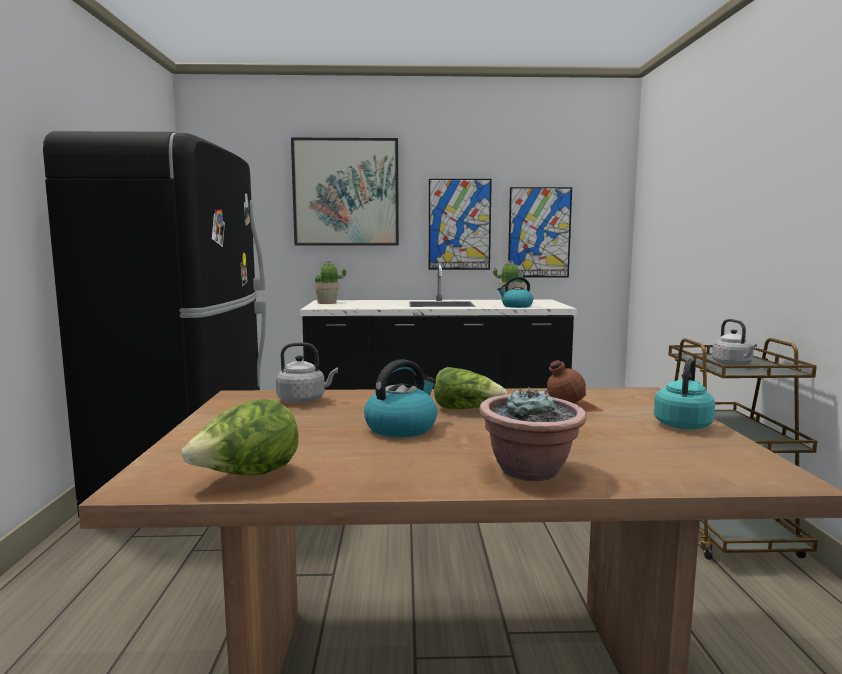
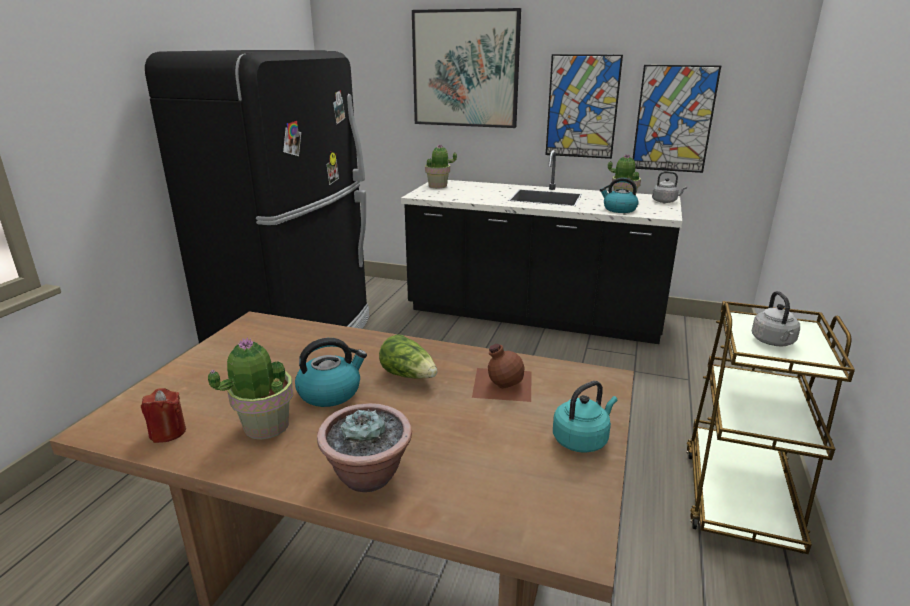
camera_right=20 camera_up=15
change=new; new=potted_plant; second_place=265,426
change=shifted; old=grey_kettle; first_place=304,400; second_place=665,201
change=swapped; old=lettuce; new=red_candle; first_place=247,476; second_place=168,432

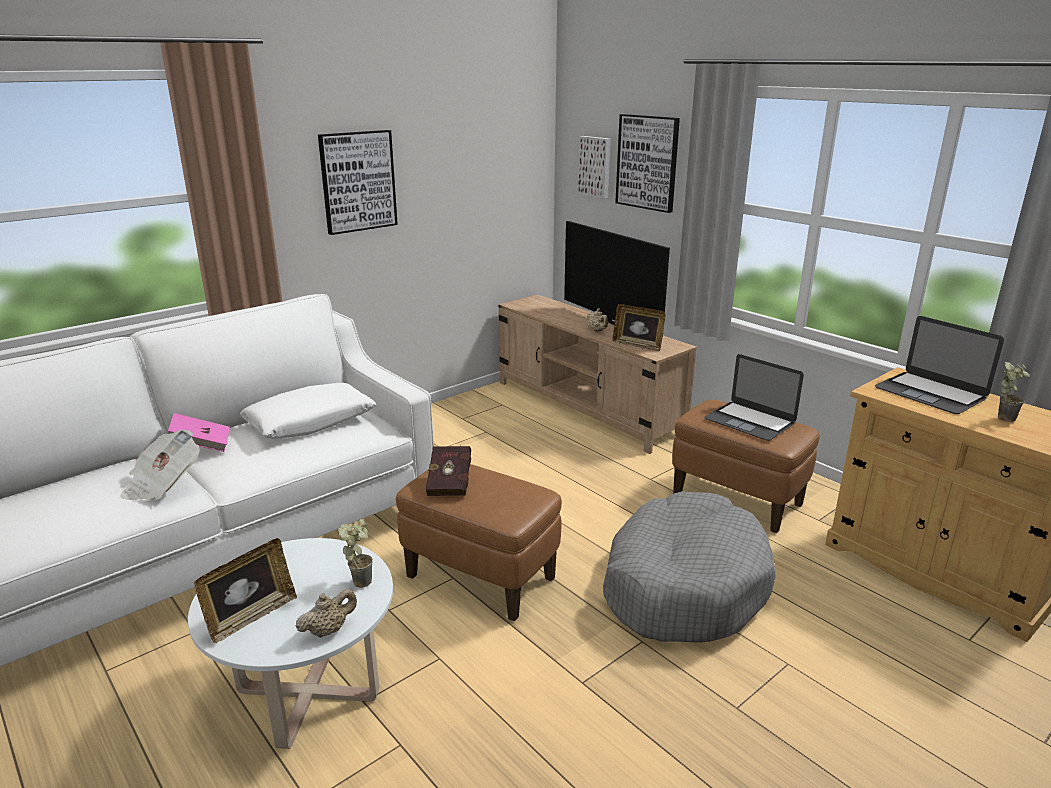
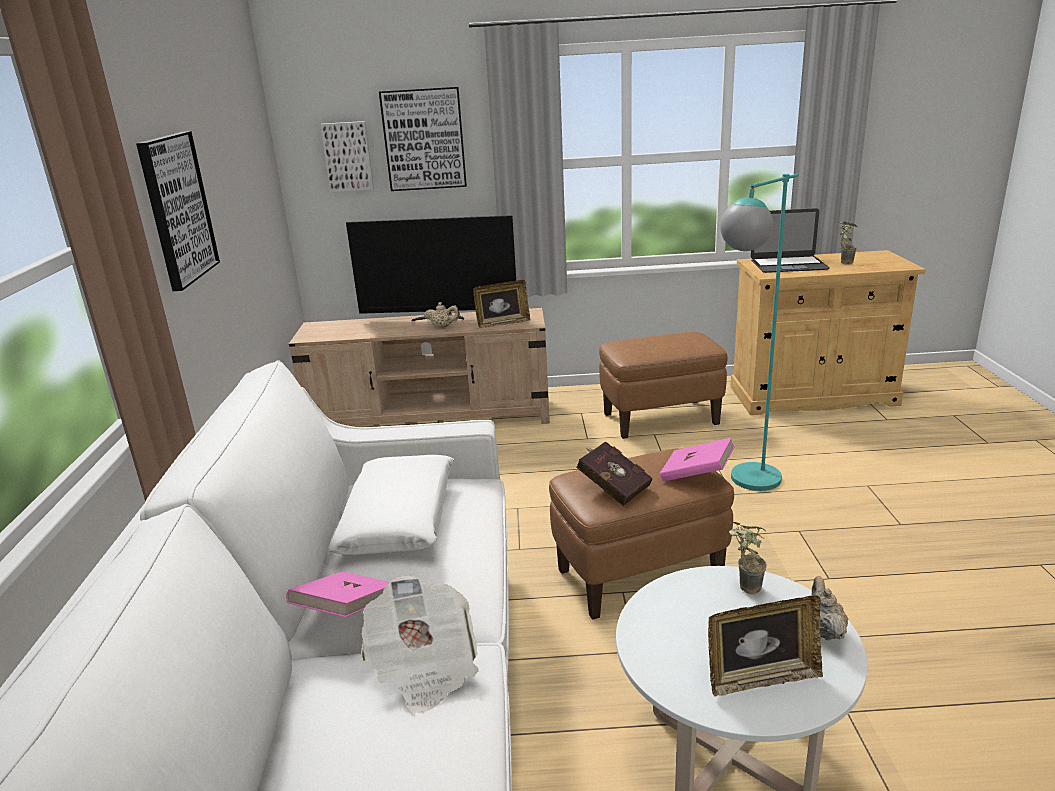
camera_right=-50 camera_up=0
change=gone; old=laptop; first_place=749,421
change=new; new=pink_book; second_place=696,475
change=swapped; old=grey_dog_bed; new=turquoise_floor_lamp; first_place=683,585; second_place=745,485
change=rotated; old=picture_frame; first_place=251,616; second_place=761,678; degrees=90

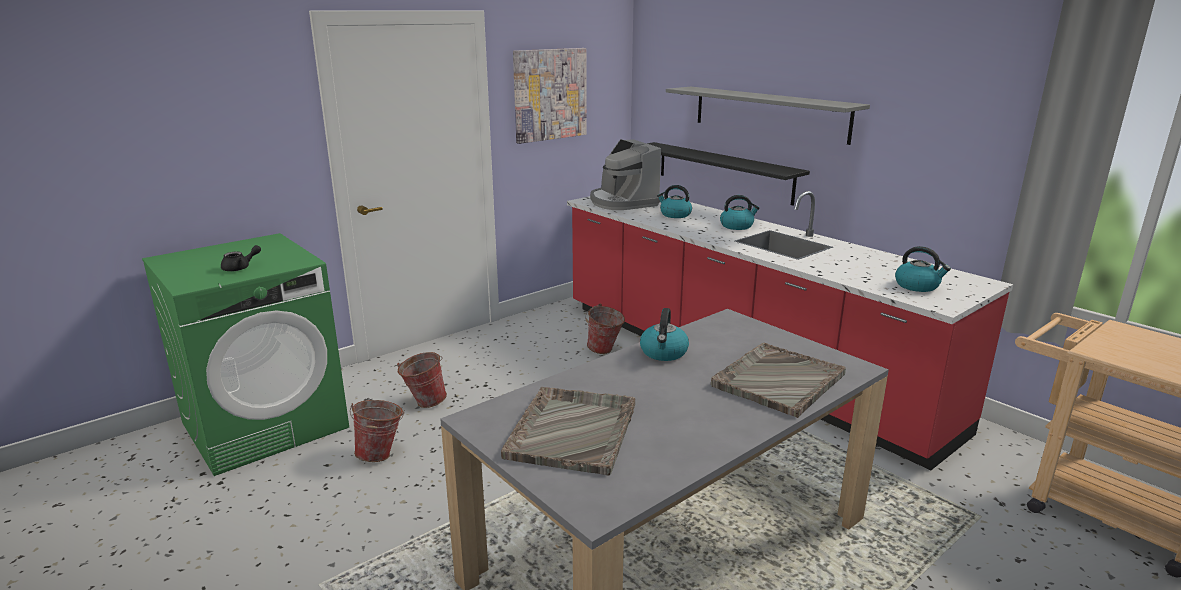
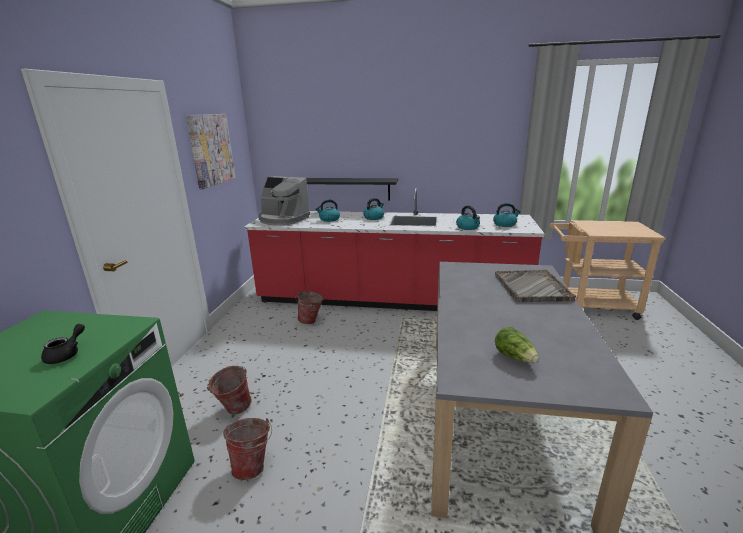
camera_right=-40 camera_up=0
change=gone; old=grey_shelf; first_place=769,113
change=shifted; old=kettle; first_place=664,353; second_place=468,227
change=swapped; old=grey_tray; new=lettuce; first_place=573,430; second_place=515,357

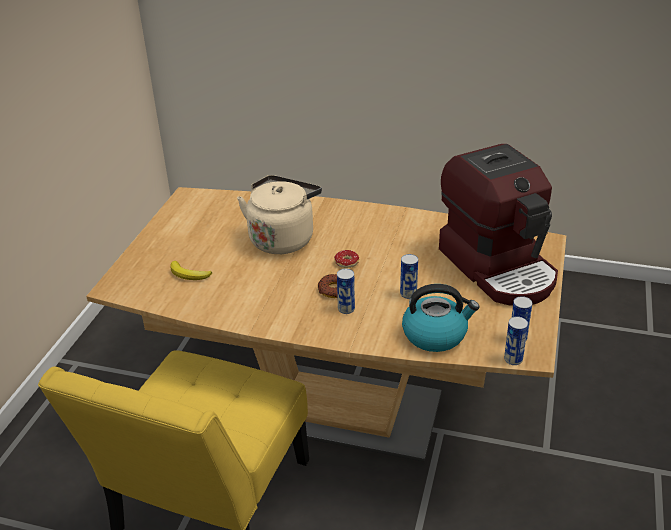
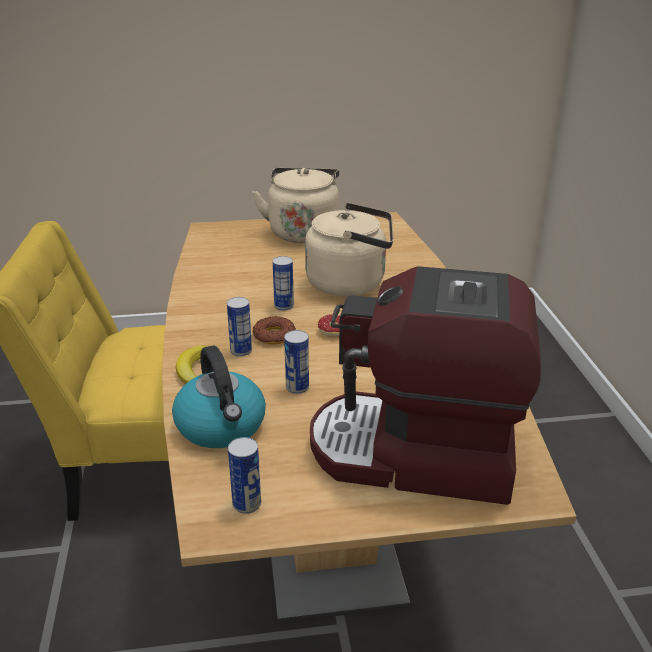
camera_right=65 camera_up=-5
change=new; new=beige_kettle; second_place=303,231
change=shifted; old=banana; first_place=189,274; second_place=193,370
change=shifted; old=can; first_place=513,359; second_place=283,306
change=rotated; old=coffee_machine; first_place=499,267; second_place=416,454; degrees=60

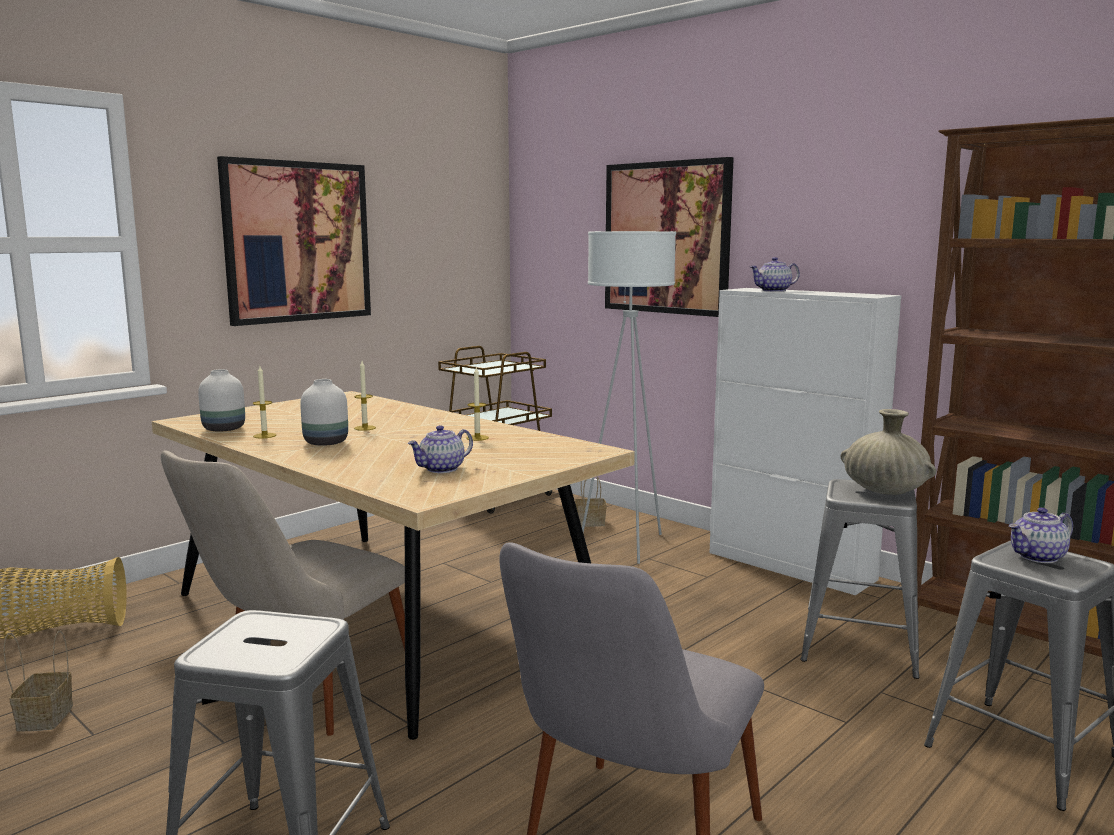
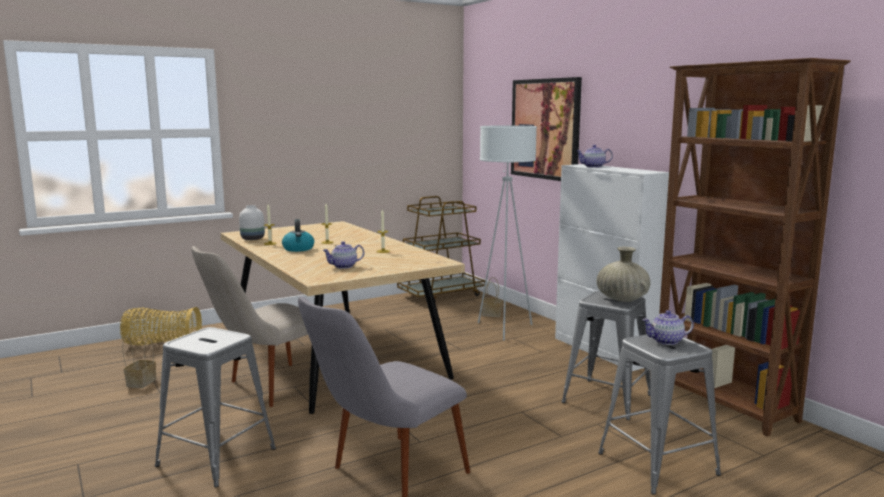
camera_right=15 camera_up=0
change=gone; old=picture; first_place=298,242
change=swapped; old=white_vase; new=kettle; first_place=326,442; second_place=298,249

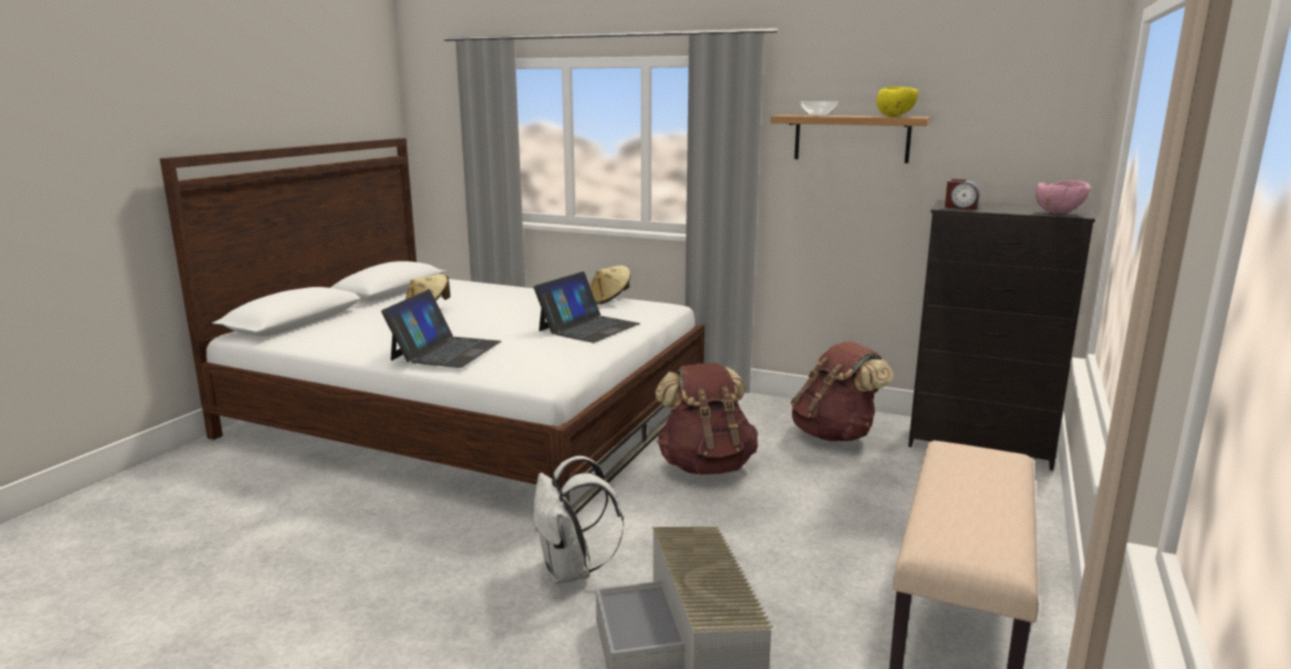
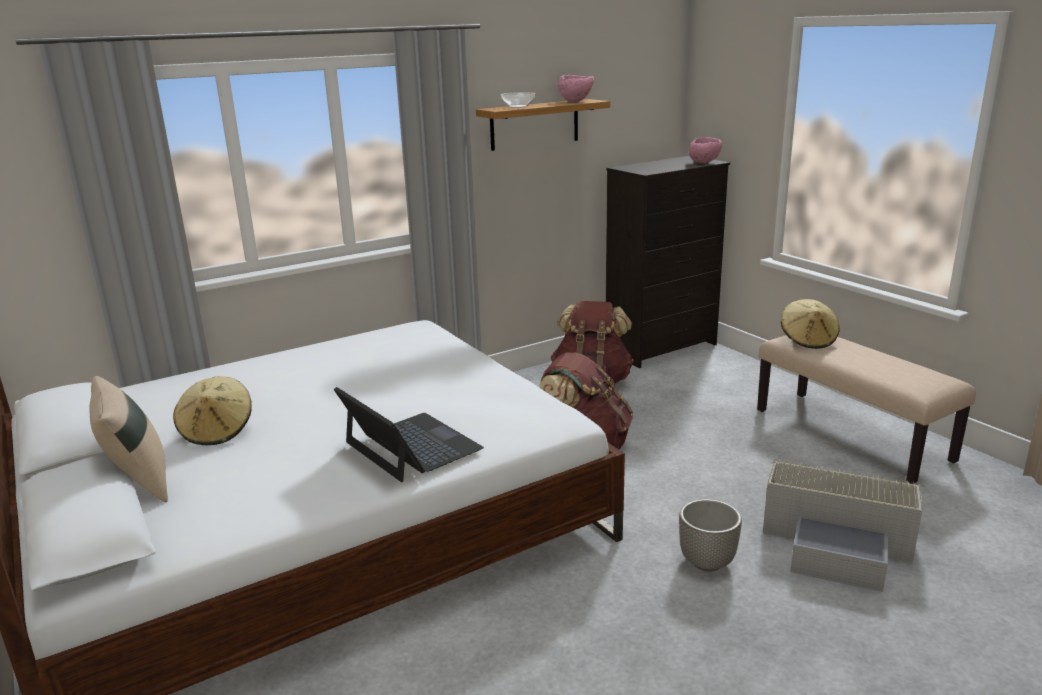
camera_right=-55 camera_up=5
change=gone; old=laptop; first_place=588,327
change=gone; old=alarm_clock; first_place=961,207
change=new; new=beige_pillow; second_place=138,483
change=shifted; old=beige_hat; first_place=609,300; second_place=808,340
change=swapped; old=white_backpack; new=planter; first_place=571,571; second_place=707,562
change=repainted; old=yellow_bowl; new=pink_bowl; first_place=895,116; second_place=576,101

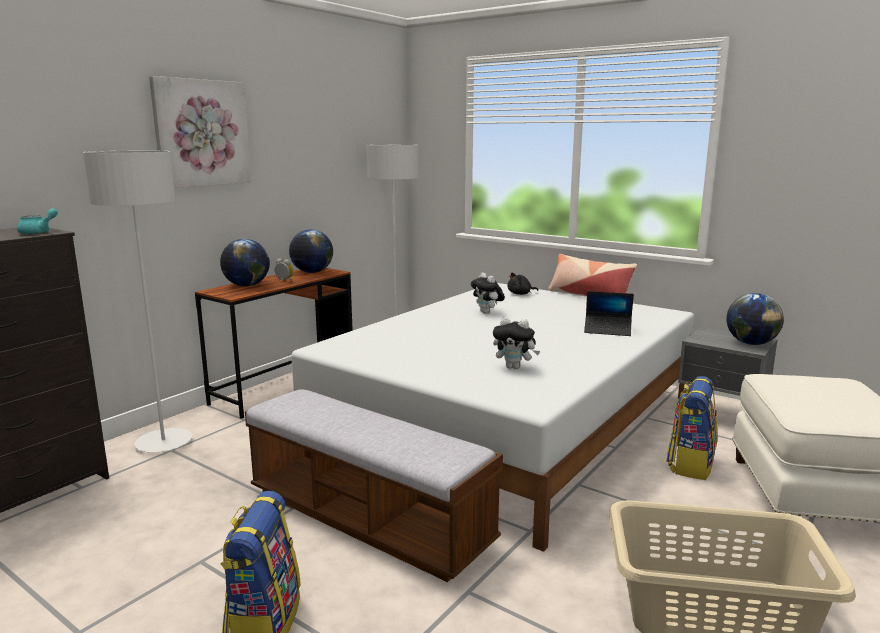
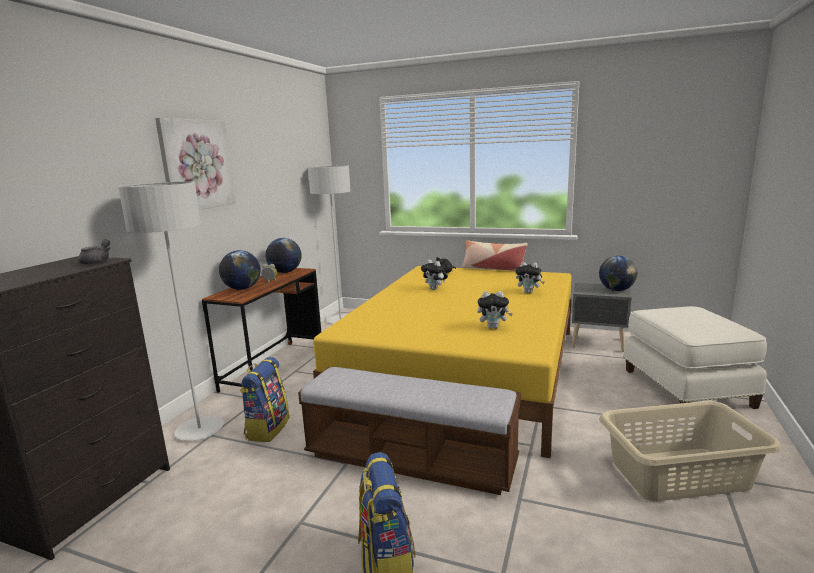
camera_right=-15 camera_up=0
change=shifted; old=backpack; first_place=690,464; second_place=267,428
change=swapped; old=laptop; new=plush_toy; first_place=607,330; second_place=529,292
change=repainted; old=turquoise_teapot; new=grey_teapot; first_place=39,232; second_place=97,261
change=repainted; old=white_bed; new=yellow_bed; first_place=509,422; second_place=464,369

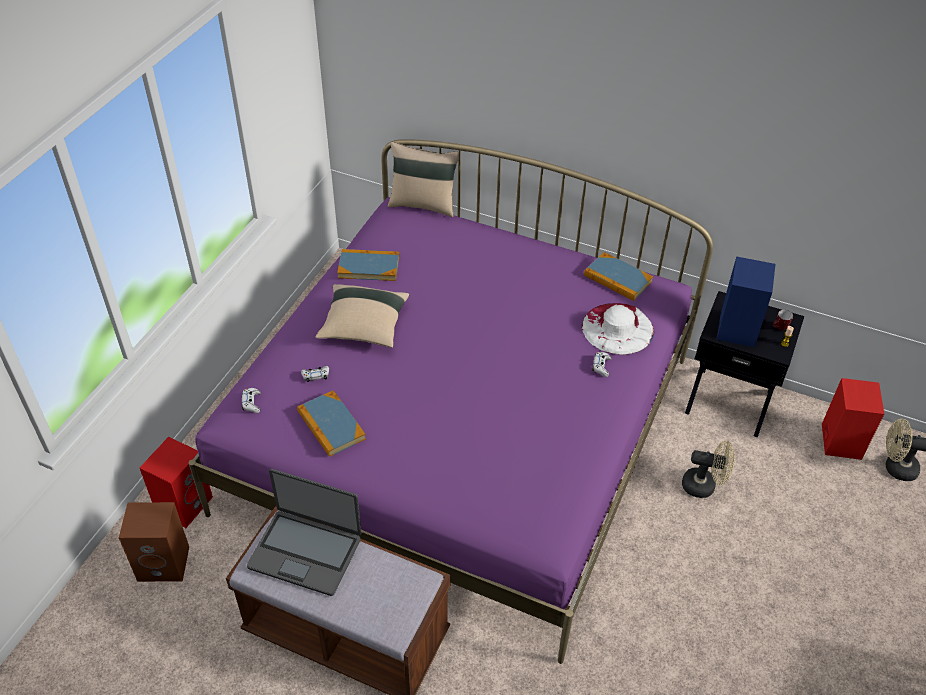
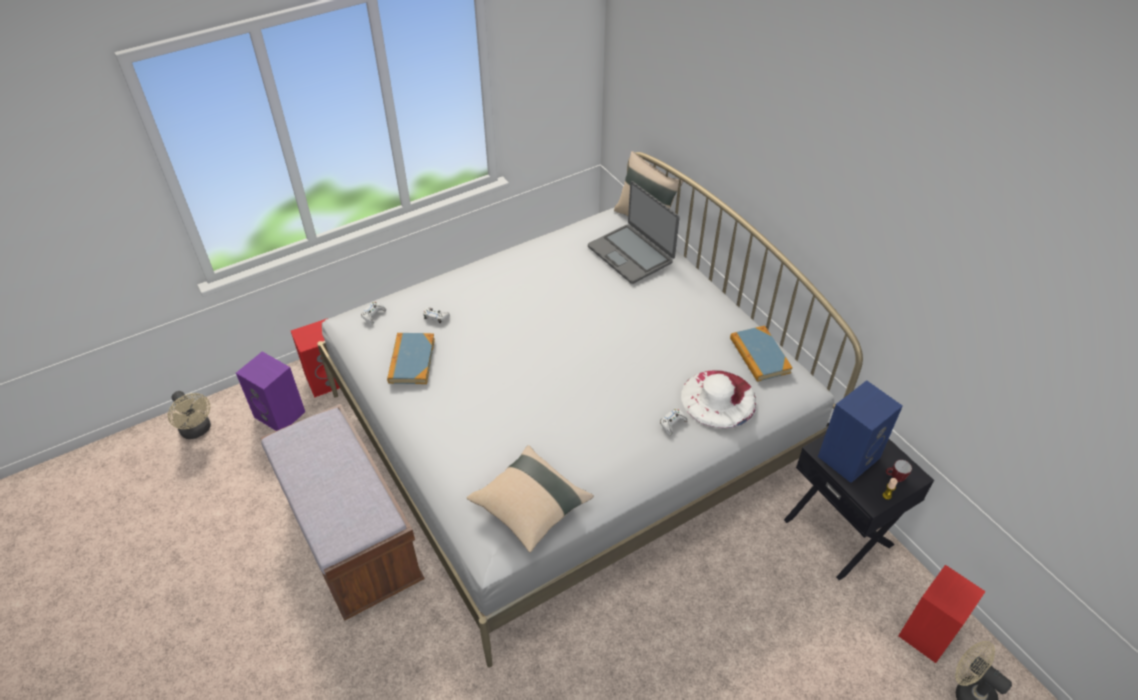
camera_right=35 camera_up=0
change=gone; old=book; first_place=368,267
change=shifted; old=laptop; first_place=306,551; second_place=631,254
change=shifted; old=beige_pillow; first_place=363,327; second_place=530,507
change=shifted; old=beige_fan; first_place=704,486; second_place=197,430
change=repainted; old=brown_speaker; new=purple_speaker; first_place=165,563; second_place=281,414
change=repainted; old=purple_bed; new=white_bed; first_place=461,433; second_place=569,433

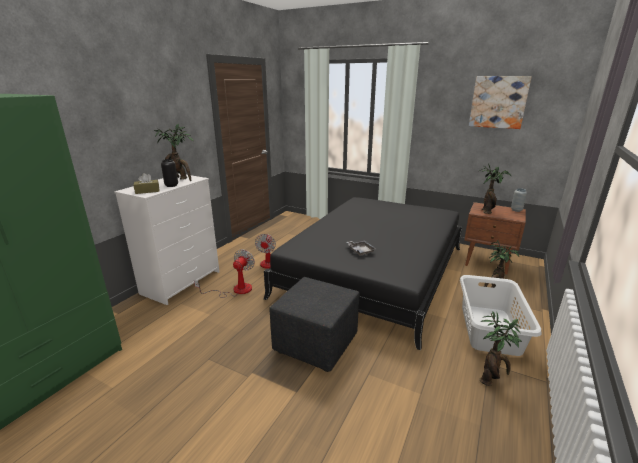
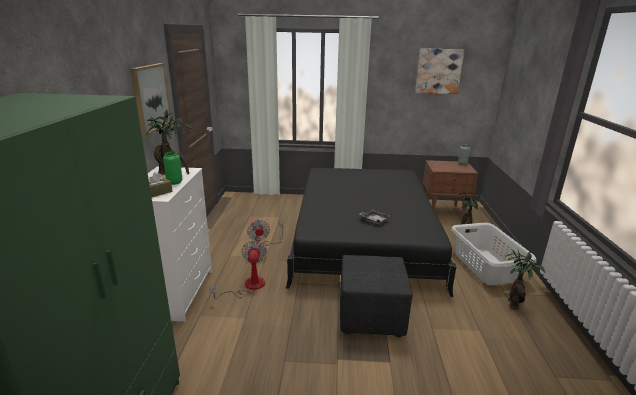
camera_right=-25 camera_up=0
change=gone; old=potted_plant; first_place=487,211
change=new; new=picture; second_place=150,98
change=repainted; old=black_vase; new=green_vase; first_place=171,185; second_place=174,182

